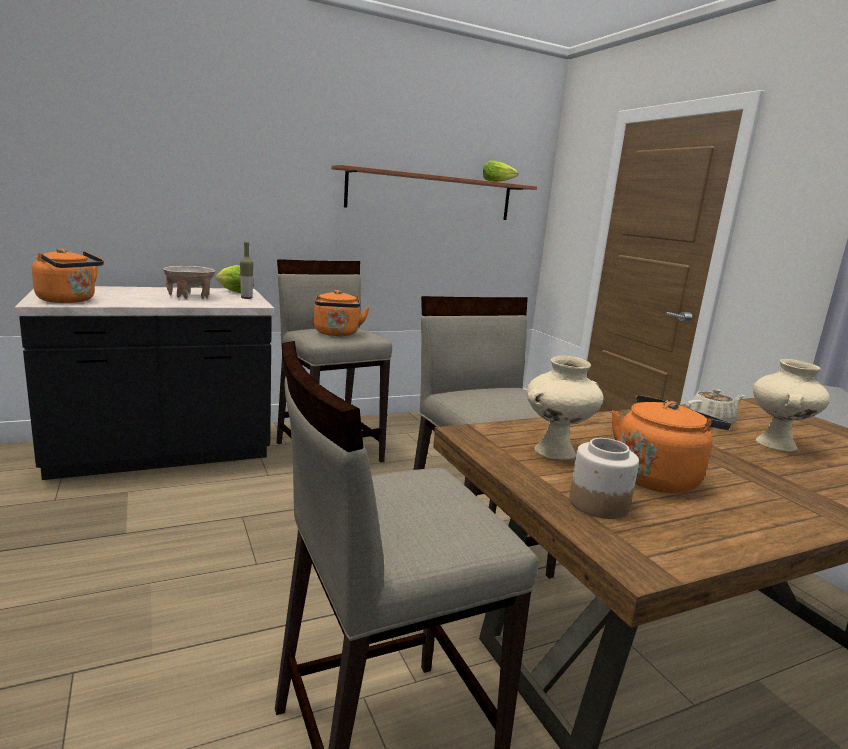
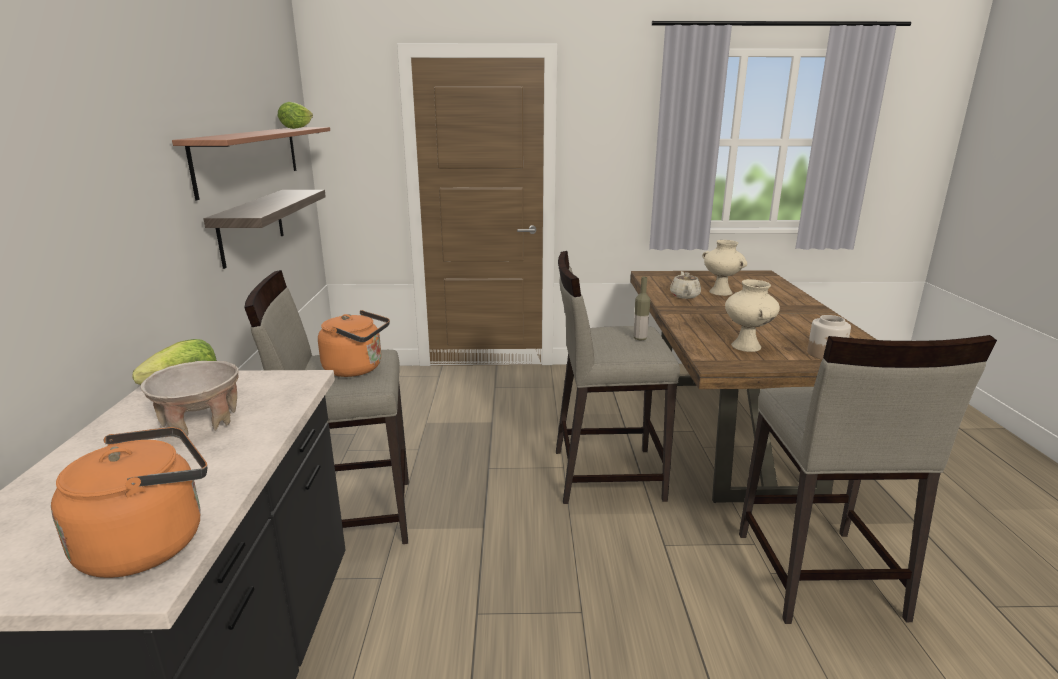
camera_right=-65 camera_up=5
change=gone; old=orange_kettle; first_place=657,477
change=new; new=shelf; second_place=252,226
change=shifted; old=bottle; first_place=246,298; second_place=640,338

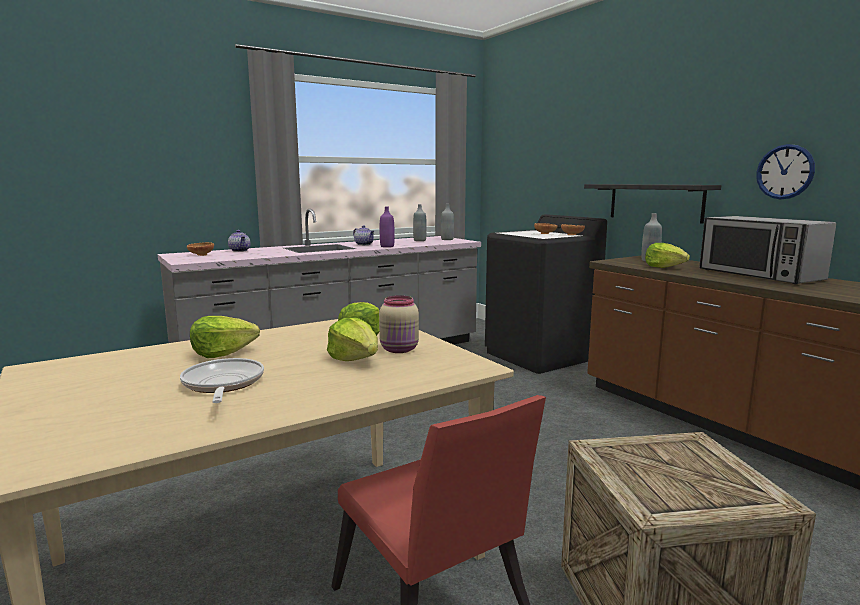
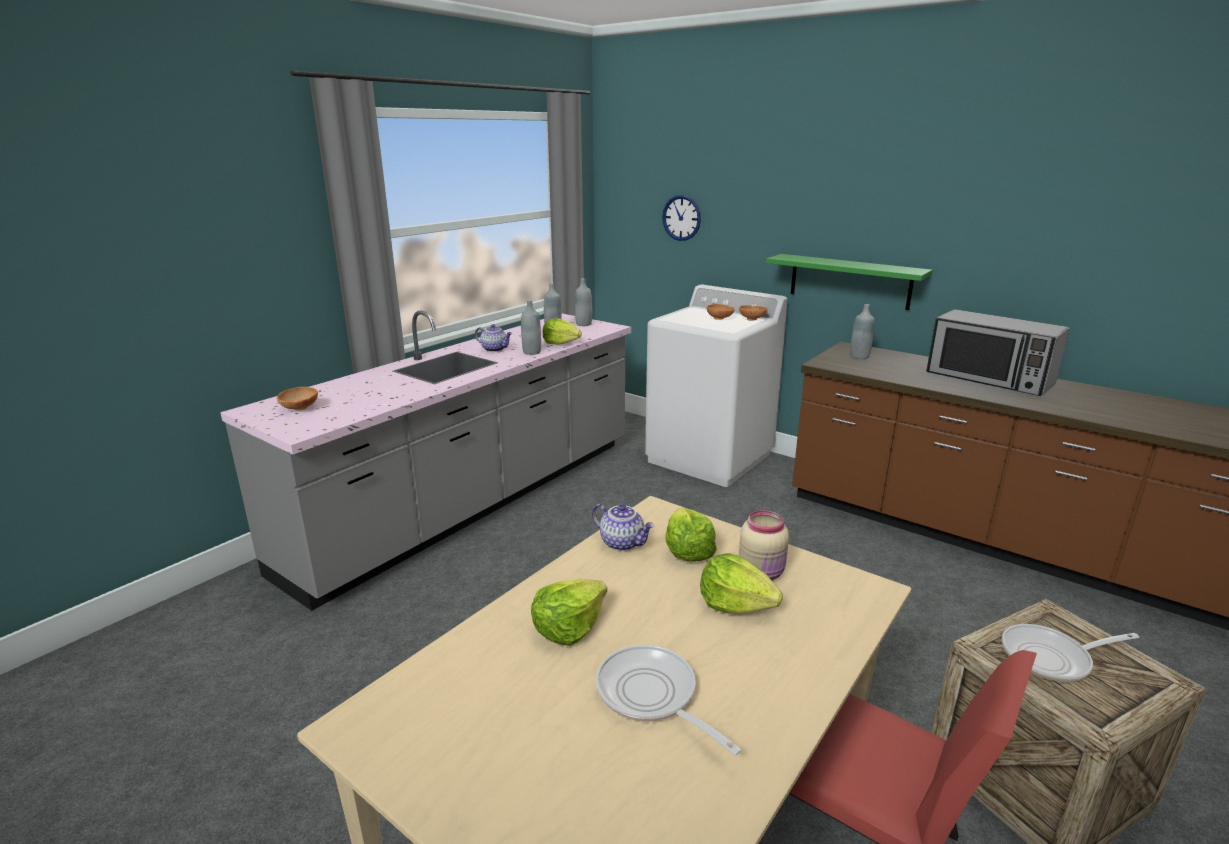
camera_right=-20 camera_up=10
change=new; new=frying_pan; second_place=1051,658
change=shifted; old=teapot; first_place=240,250; second_place=623,543
change=shifted; old=lettuce; first_place=664,267; second_place=561,343
change=shifted; old=wall_clock; first_place=785,172; second_place=681,218
change=repainted; old=purple_bottle; new=grey_bottle; first_place=387,246; second_place=532,352
change=repainted; old=black_washing_machine; new=white_washing_machine; first_place=540,356; second_place=710,458
change=repainted; old=black_shelf; new=green_shelf; first_place=655,202; second_place=849,281

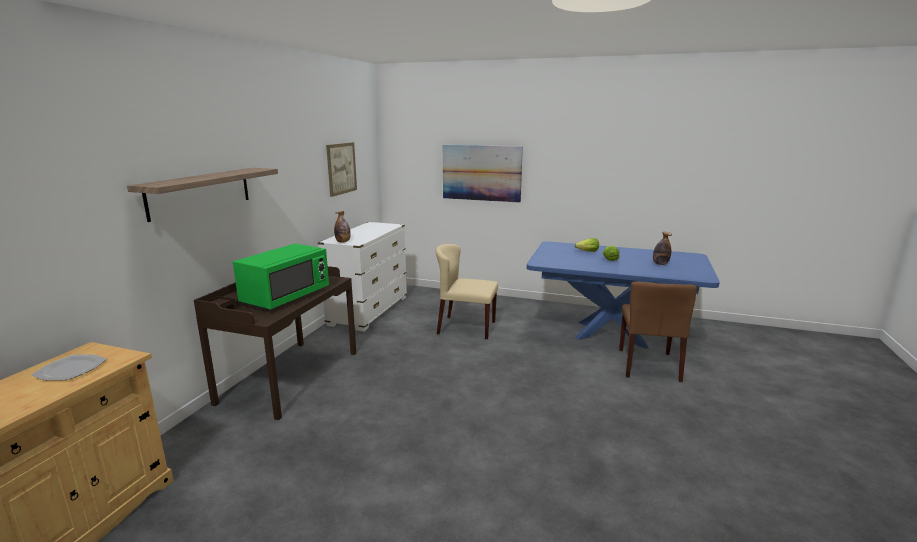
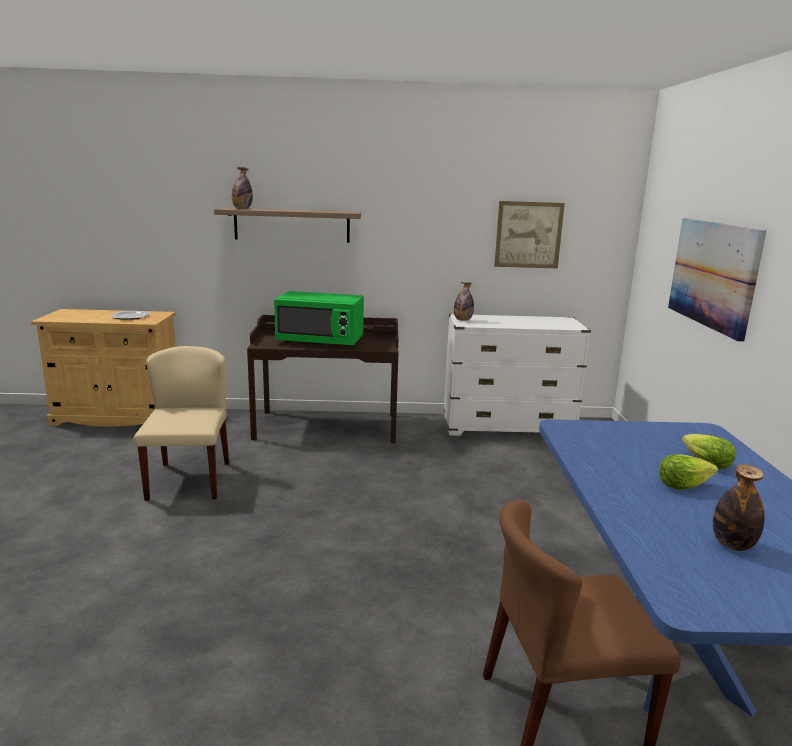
camera_right=70 camera_up=0
change=new; new=bottle; second_place=242,208
change=shifted; old=beige_chair; first_place=466,327; second_place=189,480

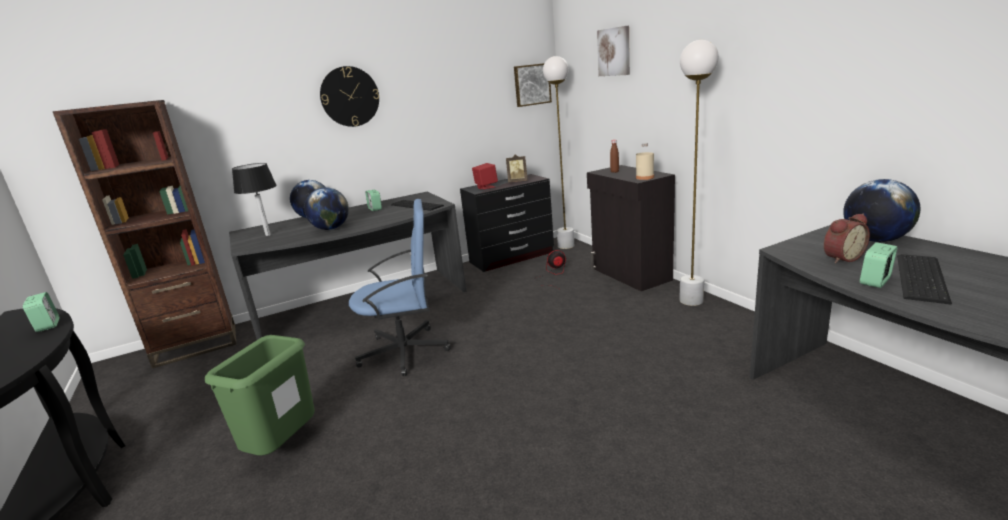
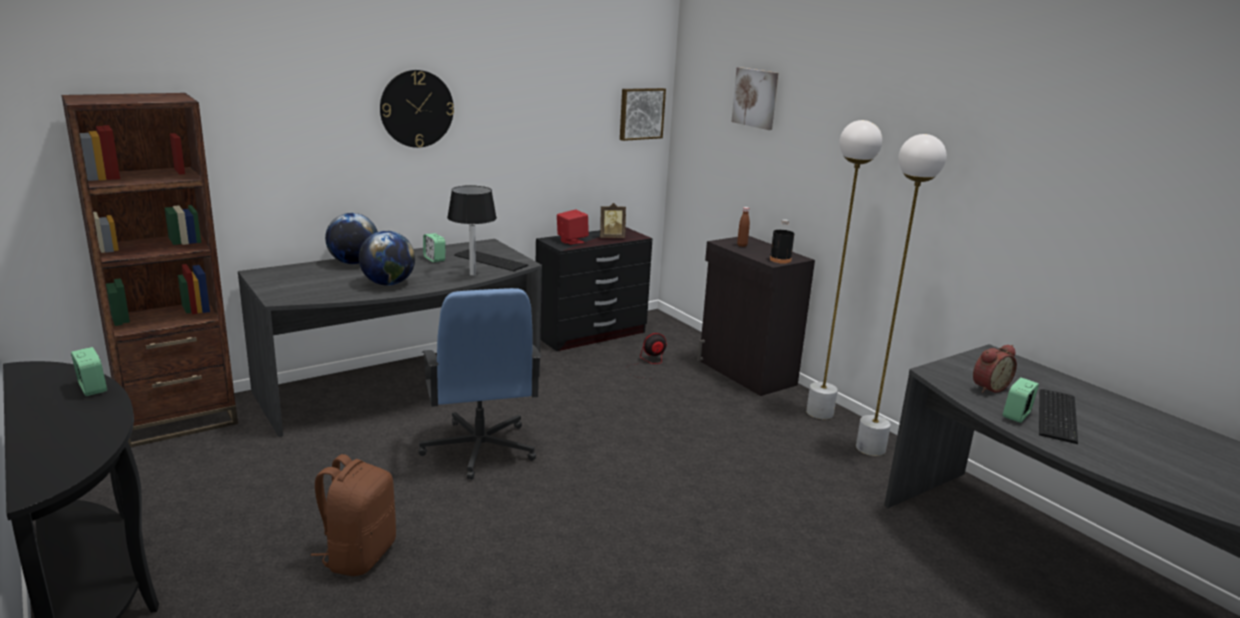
camera_right=-10 camera_up=0
change=gone; old=globe; first_place=875,240
change=shifted; old=black_table_lamp; first_place=268,235; second_place=472,274
change=shifted; old=white_floor_lamp; first_place=566,246; second_place=870,448
change=swapped; old=green_trash_can; new=brown_backpack; first_place=283,447; second_place=358,555
change=repainted; old=beige_bottle; new=black_bottle; first_place=644,177; second_place=780,260
change=rotated; old=blue_office_chair; first_place=405,351; second_place=479,449; degrees=90

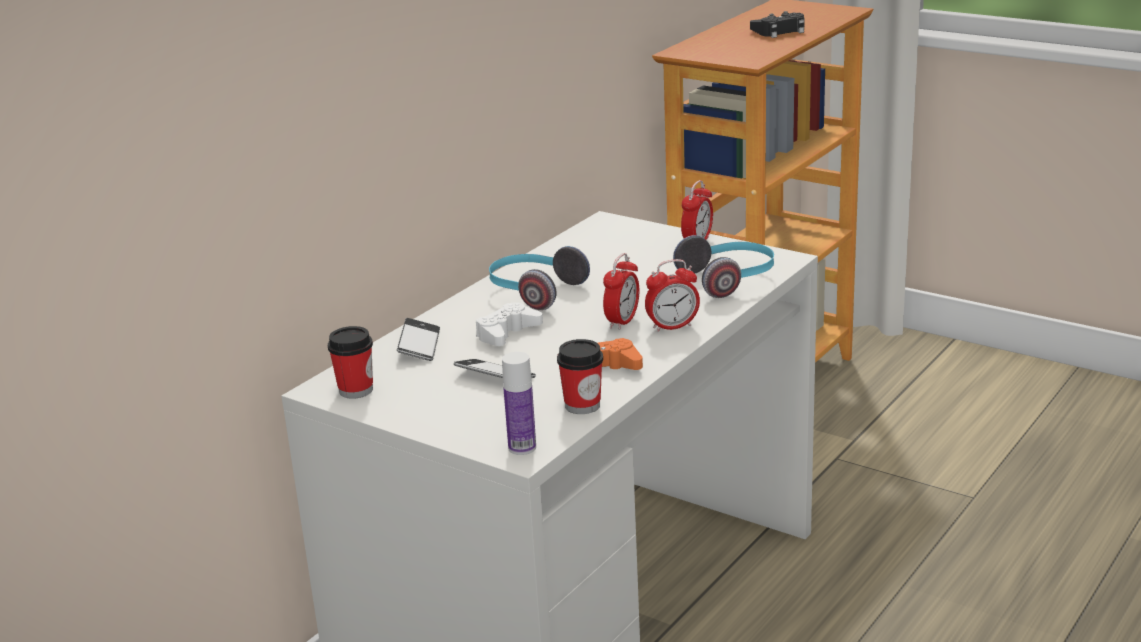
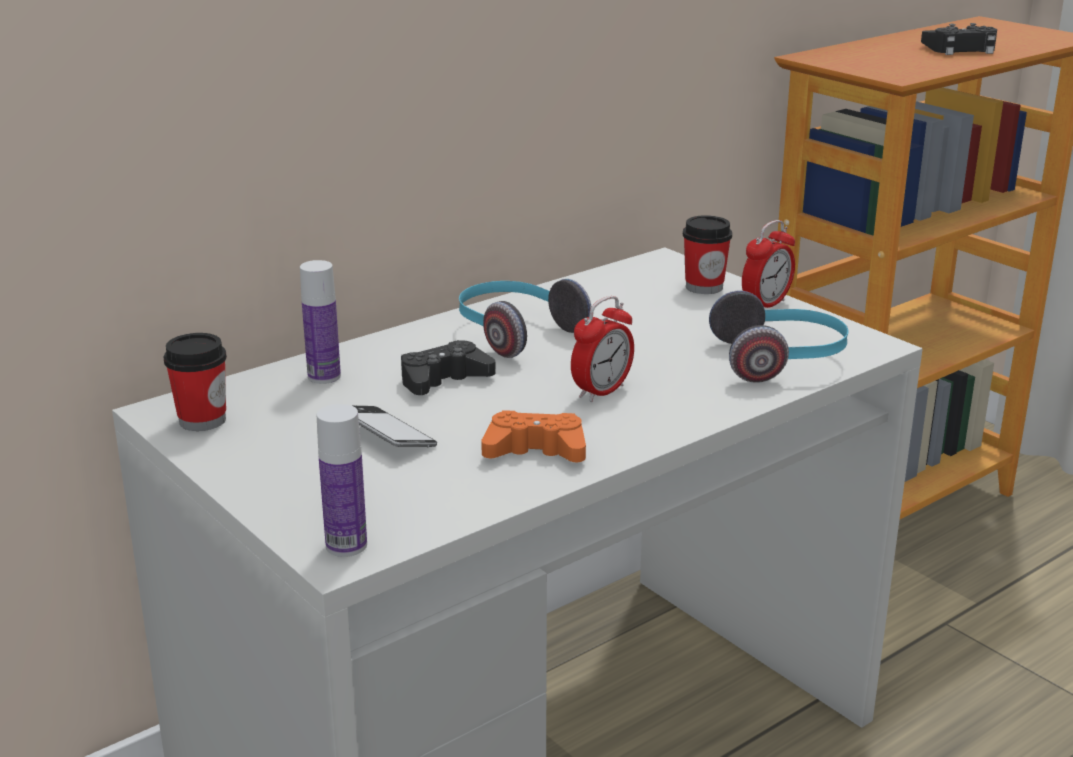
camera_right=15 camera_up=0
change=gone; old=alarm_clock; first_place=672,327
change=shifted; old=cup; first_place=582,405; second_place=704,287
change=swapped; old=phone; new=bottle; first_place=419,345; second_place=324,376
change=repainted; old=white_game_controller; new=black_game_controller; first_place=507,333; second_place=443,380

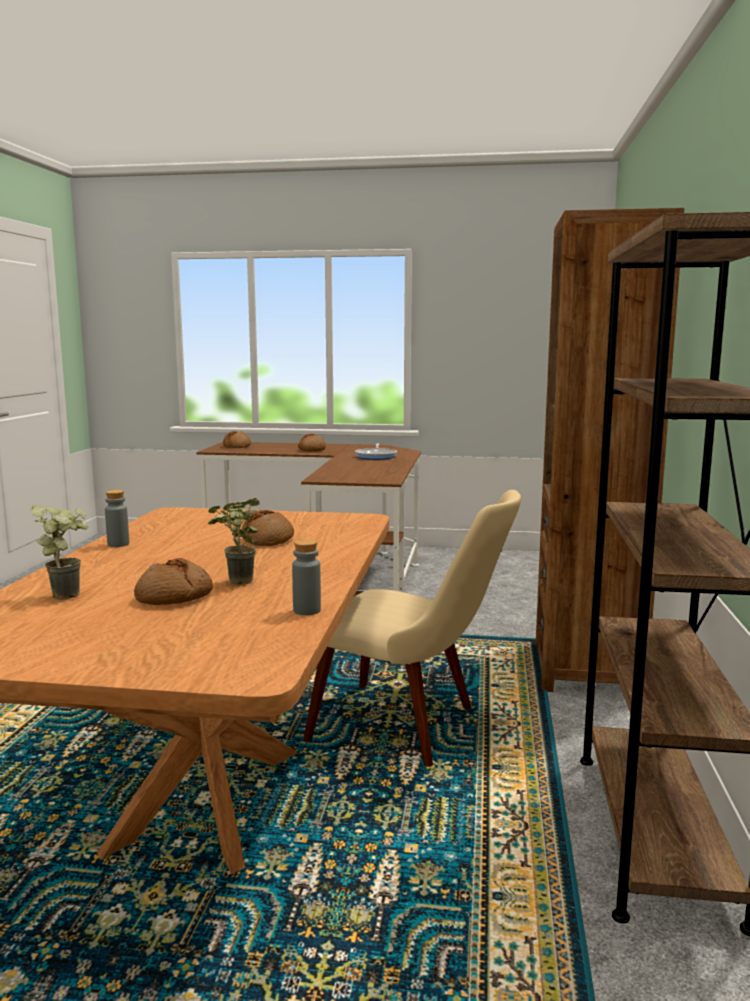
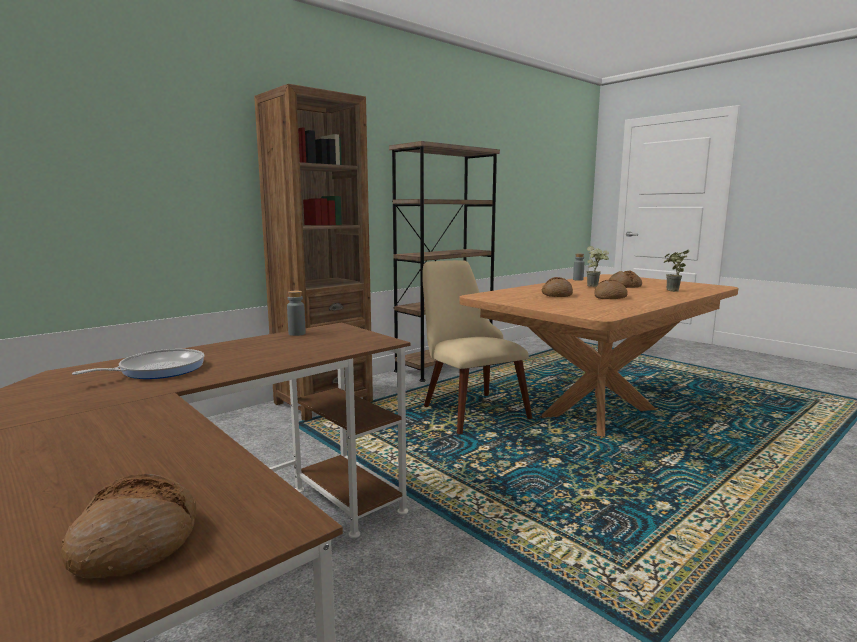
camera_right=-140 camera_up=0
change=shifted; old=grey_bottle; first_place=118,544; second_place=297,333
change=shifted; old=bread; first_place=311,449; second_place=610,297

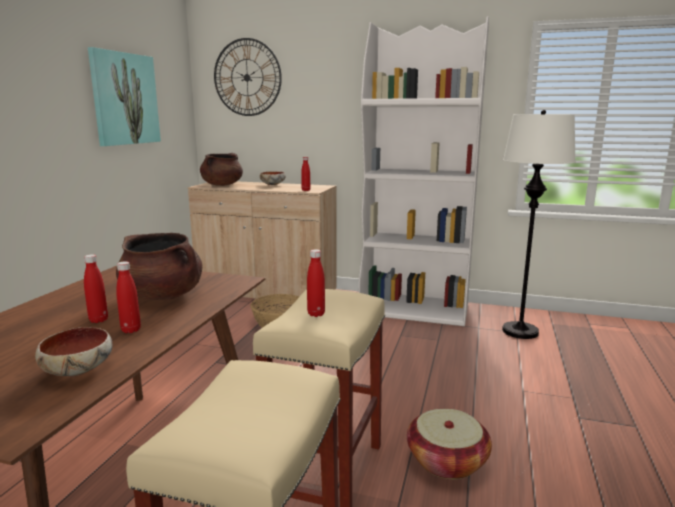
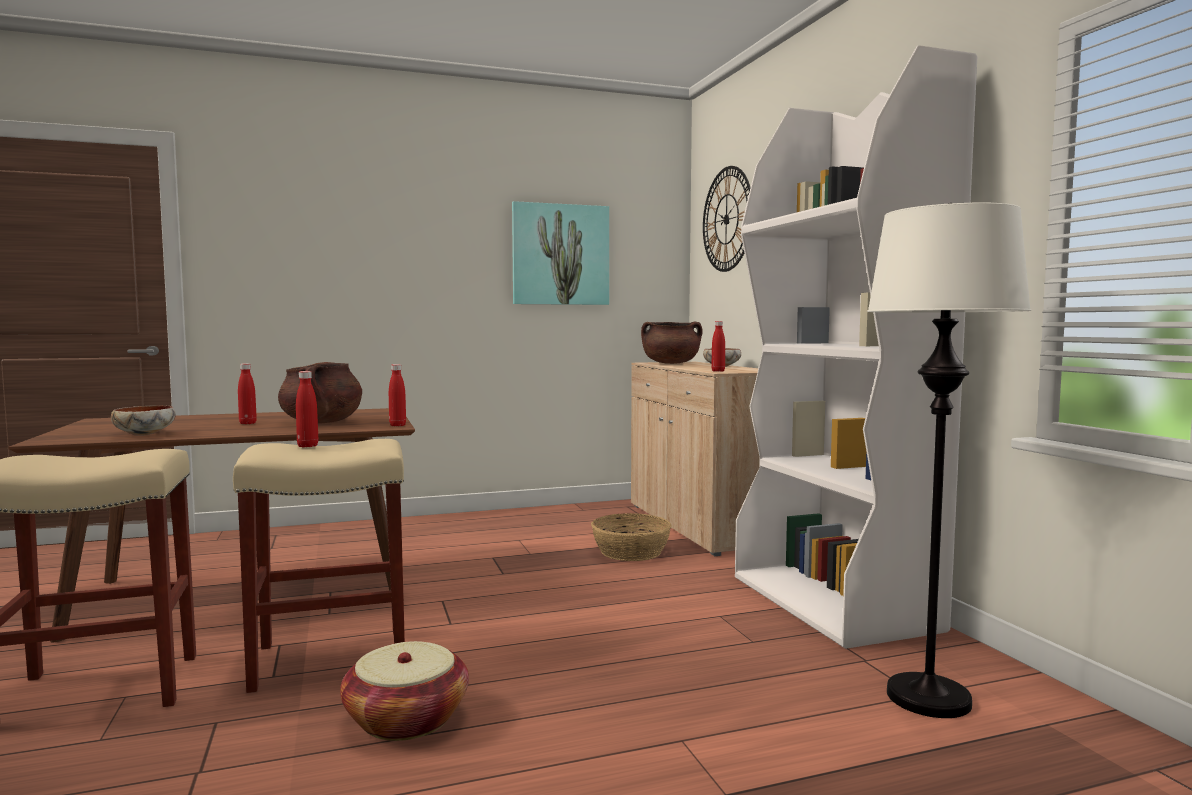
camera_right=55 camera_up=-10
change=shifted; old=red_bottle; first_place=131,330; second_place=397,425

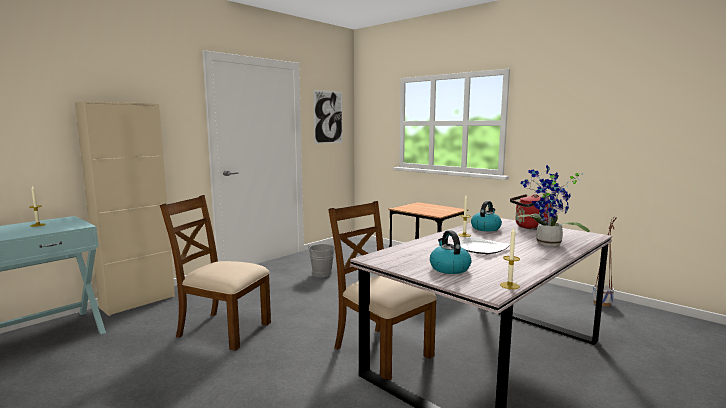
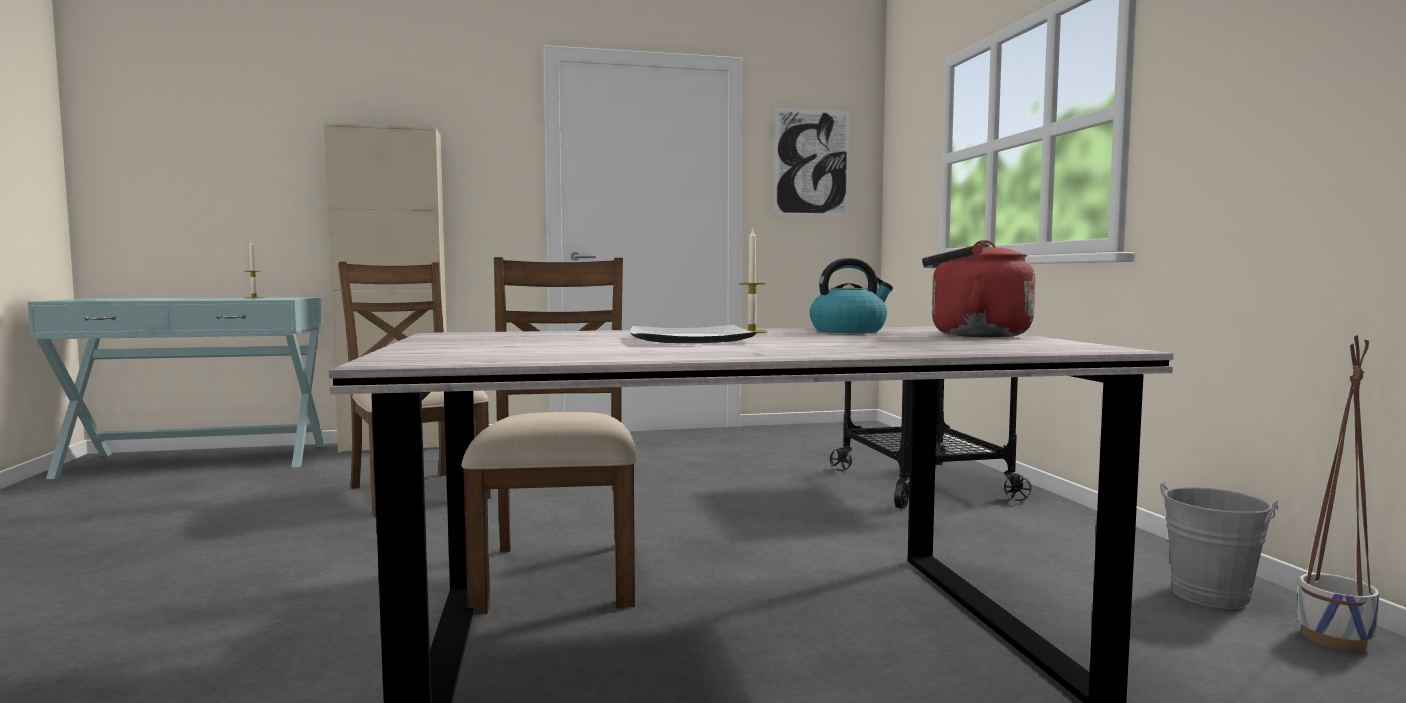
camera_right=35 camera_up=-5
change=gone; old=kettle; first_place=449,268
change=gone; old=candle; first_place=509,285
change=gone; old=potted_plant; first_place=546,244
change=shifted; old=grey_bucket; first_place=322,273; second_place=1212,593

